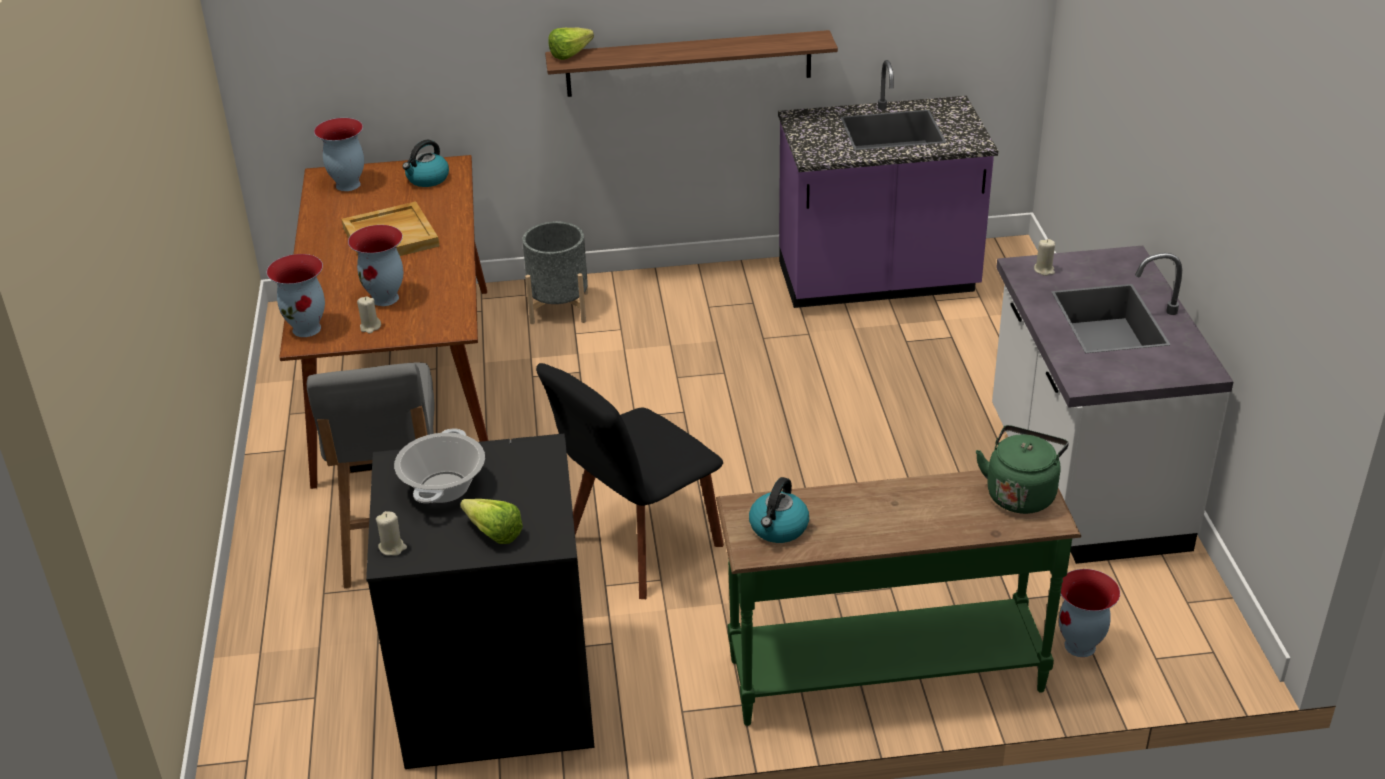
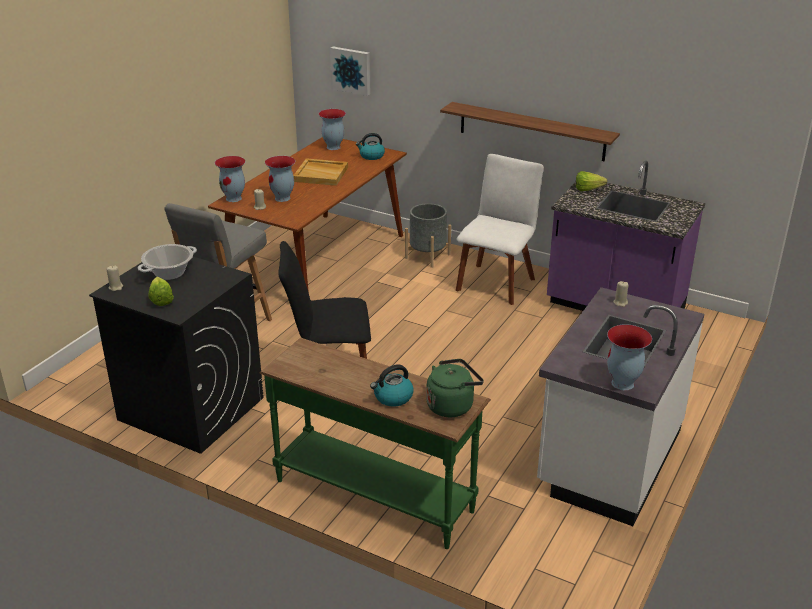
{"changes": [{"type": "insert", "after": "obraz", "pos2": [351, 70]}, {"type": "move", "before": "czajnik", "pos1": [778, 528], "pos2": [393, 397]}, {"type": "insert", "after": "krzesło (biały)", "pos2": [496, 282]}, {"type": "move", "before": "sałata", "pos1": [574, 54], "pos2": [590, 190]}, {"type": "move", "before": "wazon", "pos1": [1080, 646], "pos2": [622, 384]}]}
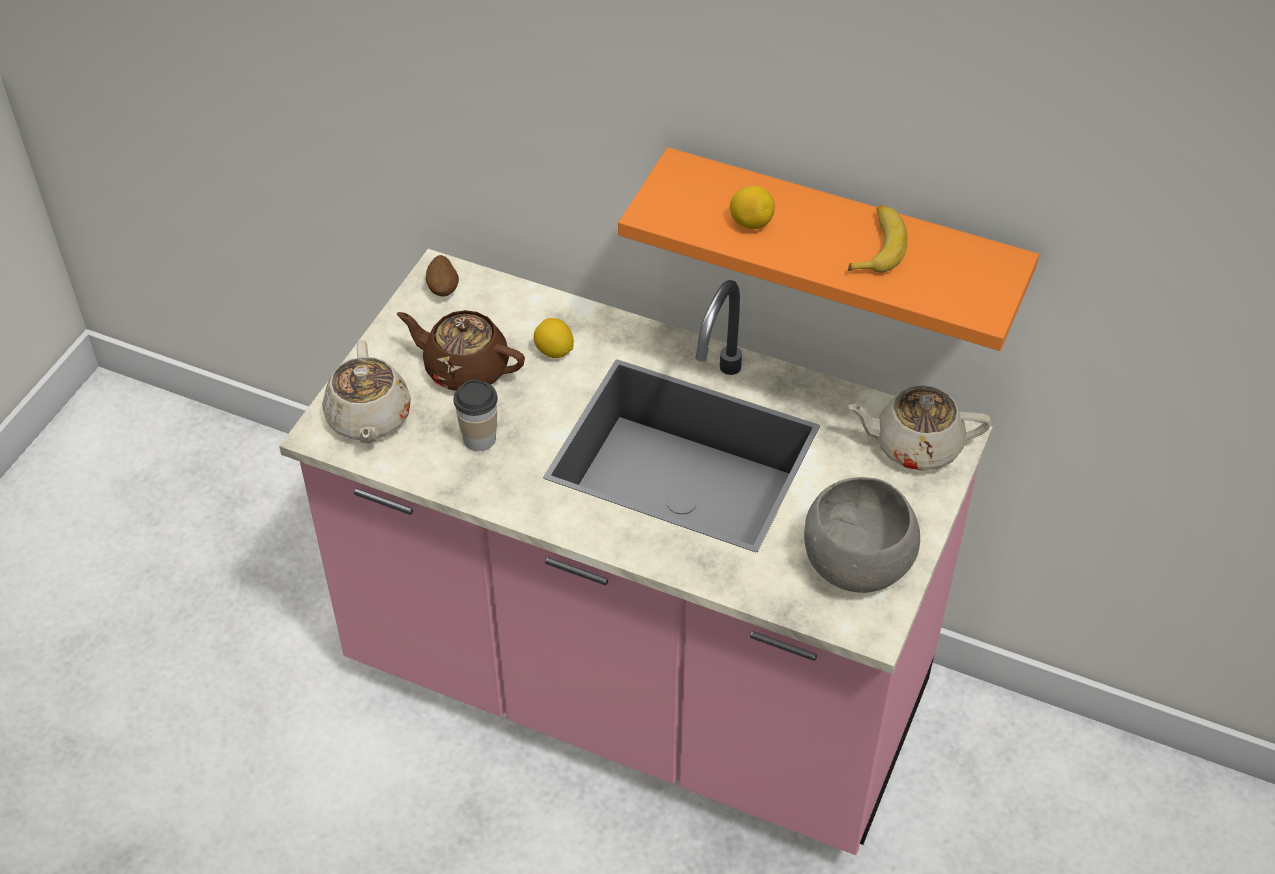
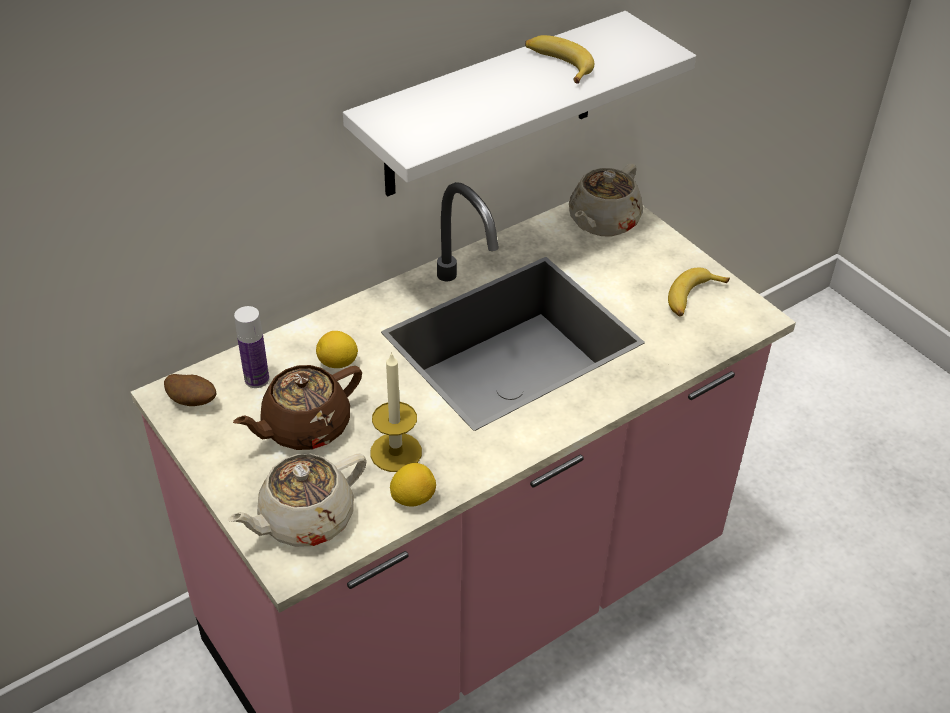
{"changes": [{"type": "rotate", "before": "imbryk (beżowy)", "pos1": [369, 419], "pos2": [304, 519], "turn": 120}, {"type": "insert", "after": "butelka", "pos2": [257, 379]}, {"type": "recolor", "before": "półka (pomarańczowy)", "after": "półka (biały)", "pos1": [842, 245], "pos2": [491, 106]}, {"type": "replace", "before": "filiżanka", "after": "świeca", "pos1": [479, 438], "pos2": [396, 452]}, {"type": "move", "before": "cytryna", "pos1": [751, 223], "pos2": [413, 498]}, {"type": "replace", "before": "miska (szary)", "after": "banan", "pos1": [855, 565], "pos2": [692, 299]}]}
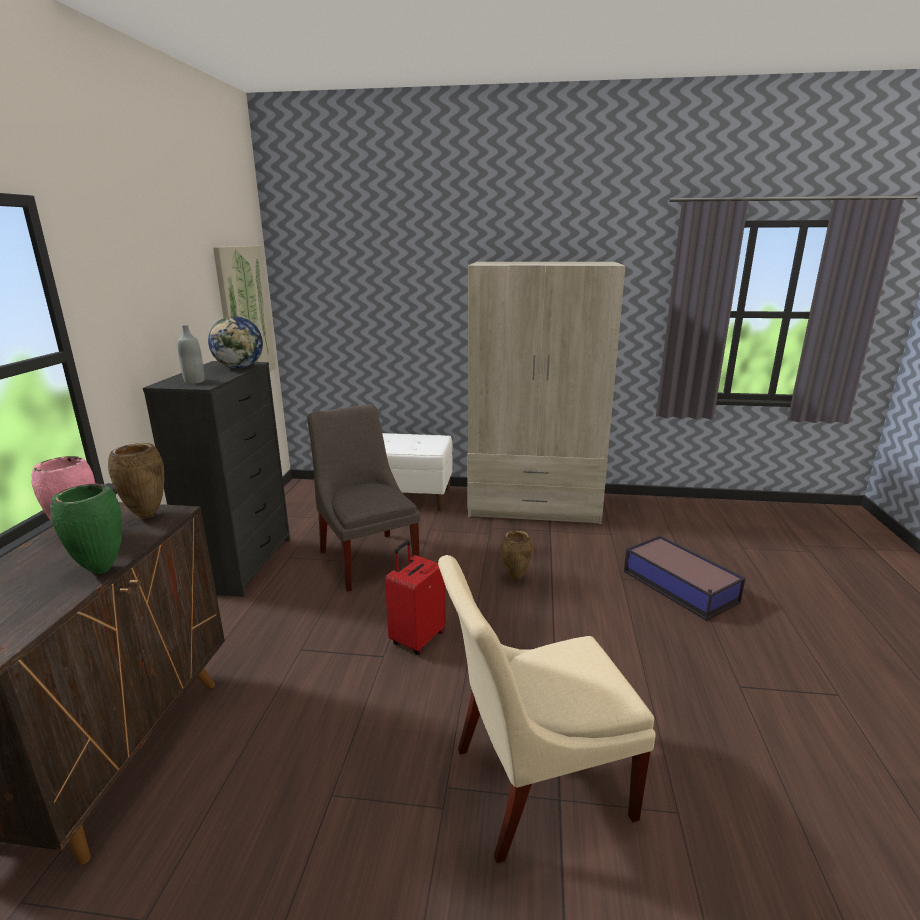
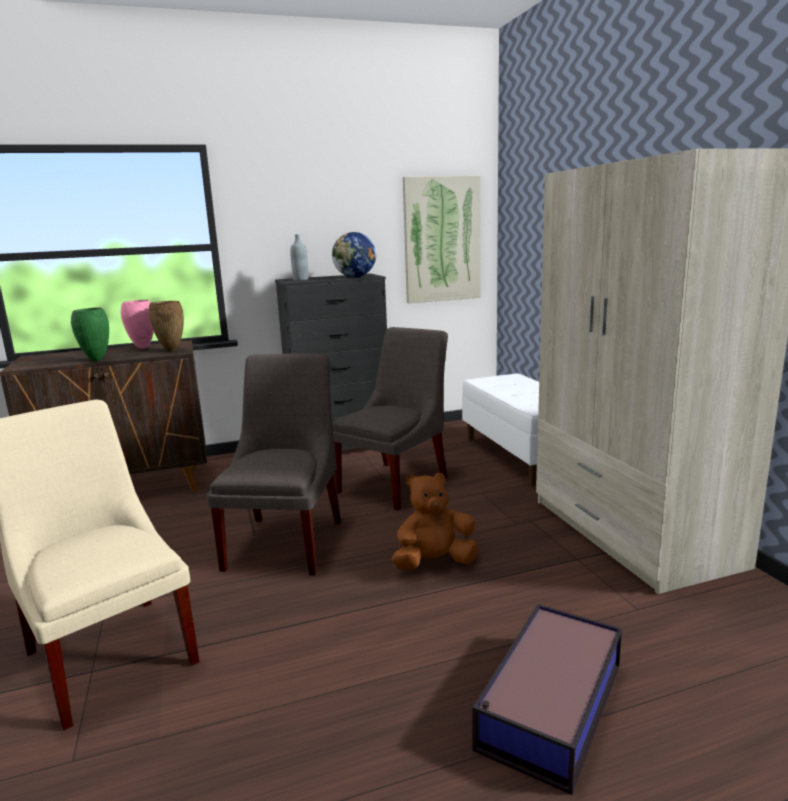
{"changes": [{"type": "replace", "before": "walizka (czerwony)", "after": "krzesło (szary)", "pos1": [417, 638], "pos2": [287, 541]}, {"type": "replace", "before": "wazon (brązowy)", "after": "pluszak (brązowy)", "pos1": [515, 578], "pos2": [434, 563]}]}
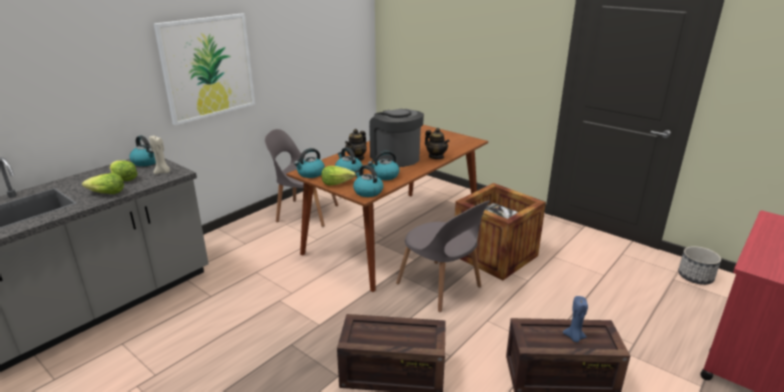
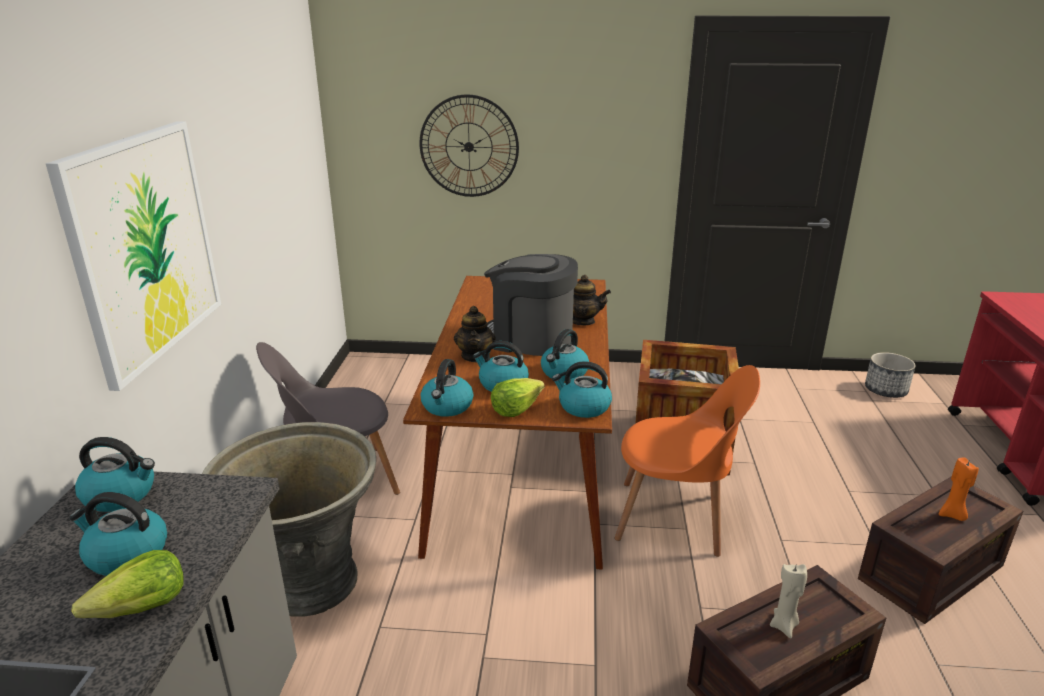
{"changes": [{"type": "replace", "before": "sałata", "after": "czajnik", "pos1": [123, 178], "pos2": [126, 555]}, {"type": "insert", "after": "donica (szary)", "pos2": [308, 584]}, {"type": "insert", "after": "zegar ścienny", "pos2": [469, 146]}, {"type": "recolor", "before": "krzesło (szary)", "after": "krzesło (pomarańczowy)", "pos1": [441, 287], "pos2": [675, 518]}, {"type": "move", "before": "świeca (beżowy)", "pos1": [163, 172], "pos2": [784, 625]}, {"type": "recolor", "before": "świeca (niebieski)", "after": "świeca (pomarańczowy)", "pos1": [574, 337], "pos2": [952, 515]}]}
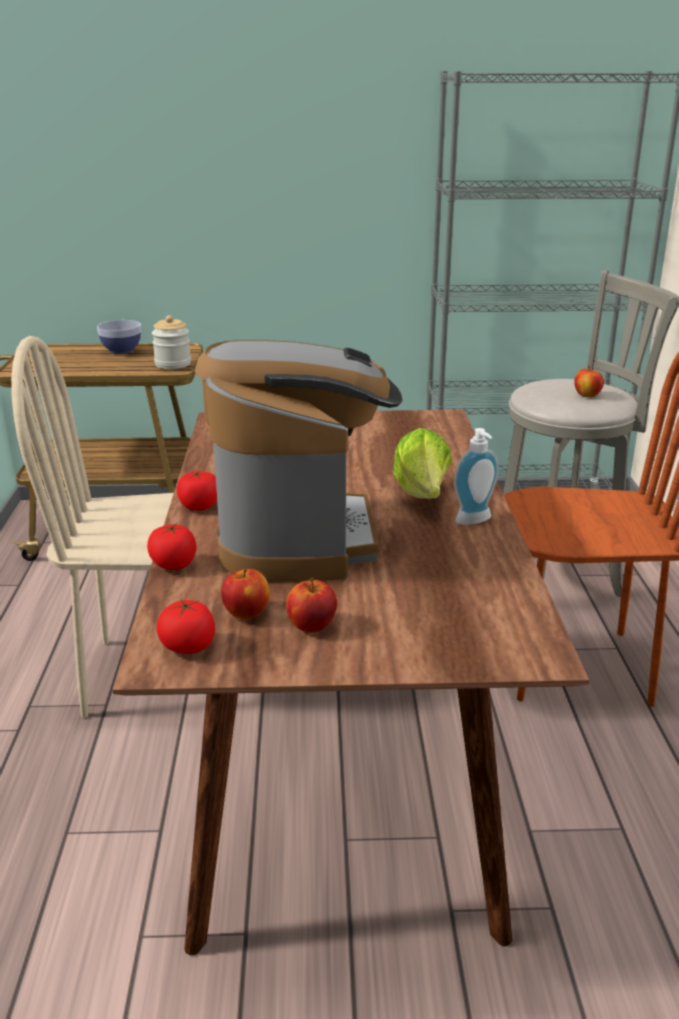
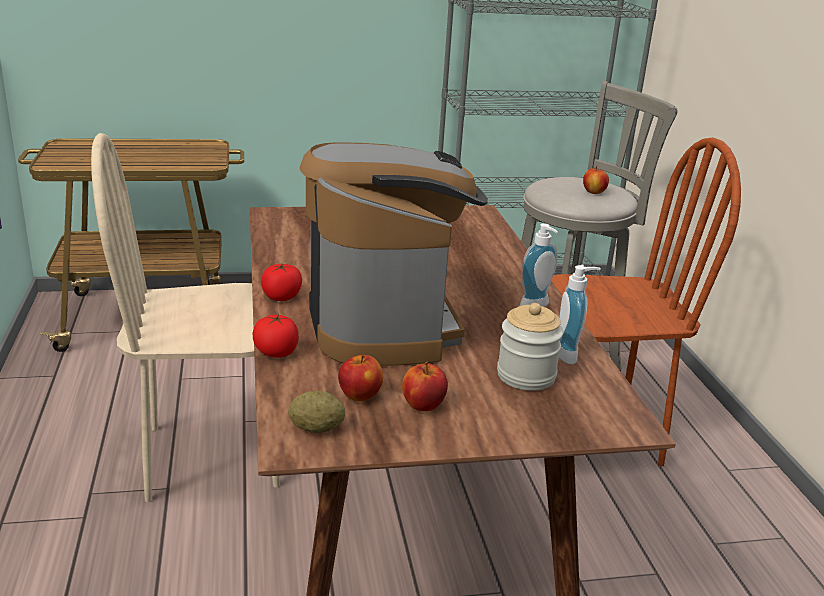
{"changes": [{"type": "replace", "before": "pomidor", "after": "ziemniak", "pos1": [188, 647], "pos2": [316, 428]}, {"type": "move", "before": "słoik", "pos1": [173, 364], "pos2": [526, 376]}, {"type": "insert", "after": "dozownik mydła", "pos2": [571, 354]}, {"type": "delete", "before": "miska", "pos1": [121, 350]}, {"type": "delete", "before": "sałata", "pos1": [422, 495]}]}
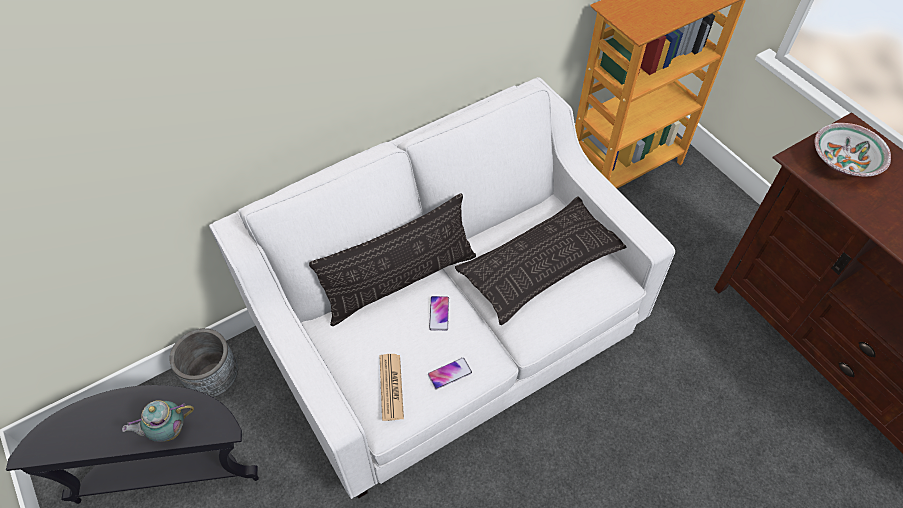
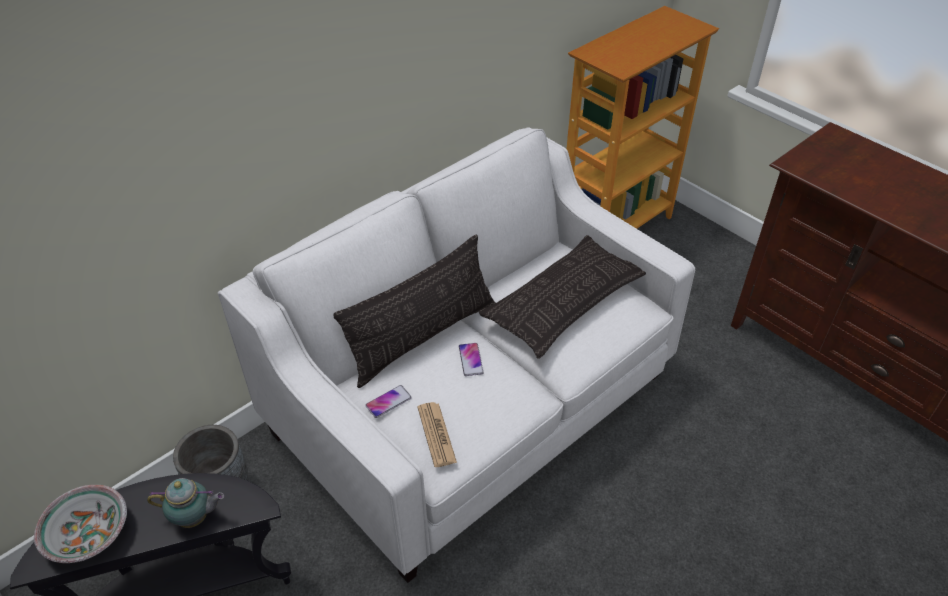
{"changes": [{"type": "move", "before": "miska", "pos1": [842, 162], "pos2": [88, 535]}, {"type": "rotate", "before": "imbryk", "pos1": [168, 430], "pos2": [195, 518], "turn": -150}, {"type": "move", "before": "telefon", "pos1": [449, 373], "pos2": [388, 402]}]}
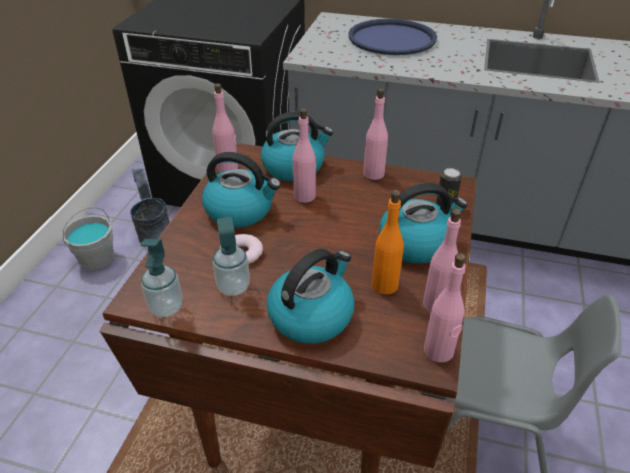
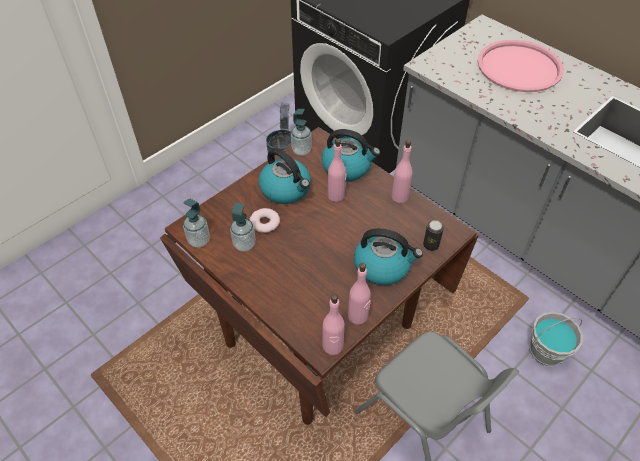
{"changes": [{"type": "replace", "before": "butelka (różowy)", "after": "dozownik mydła", "pos1": [228, 168], "pos2": [301, 150]}, {"type": "recolor", "before": "taca (niebieski)", "after": "taca (różowy)", "pos1": [392, 38], "pos2": [519, 67]}, {"type": "move", "before": "wiadro (szary)", "pos1": [97, 258], "pos2": [546, 351]}, {"type": "delete", "before": "czajnik", "pos1": [311, 315]}, {"type": "delete", "before": "butelka (pomarańczowy)", "pos1": [385, 285]}]}
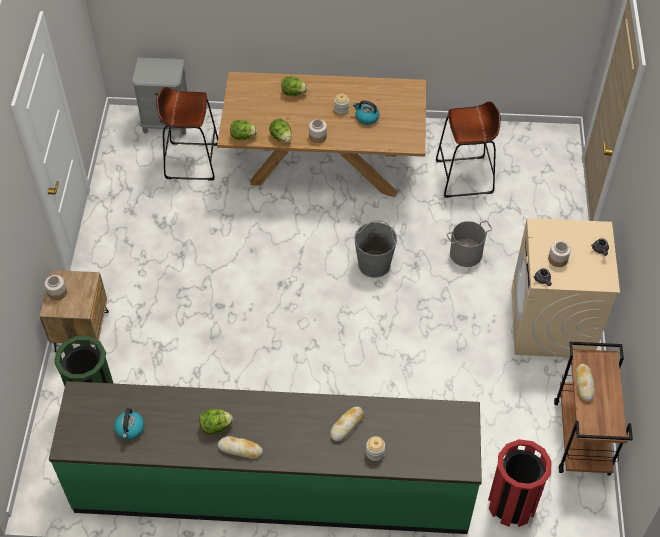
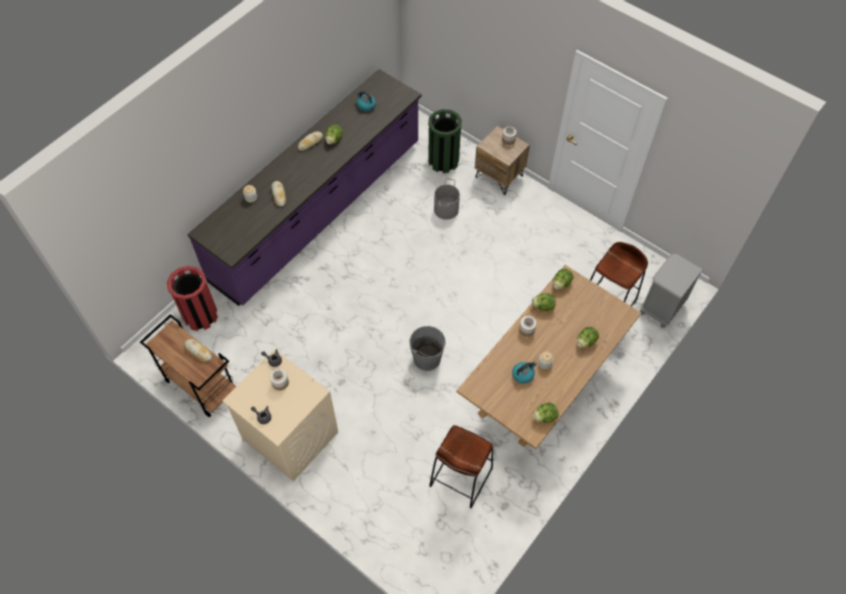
{"changes": [{"type": "recolor", "before": "zabudowa kuchenna (zielony)", "after": "zabudowa kuchenna (fioletowy)", "pos1": [273, 486], "pos2": [319, 211]}, {"type": "move", "before": "wiadro (szary)", "pos1": [465, 253], "pos2": [446, 209]}, {"type": "insert", "after": "sałata", "pos2": [545, 417]}]}
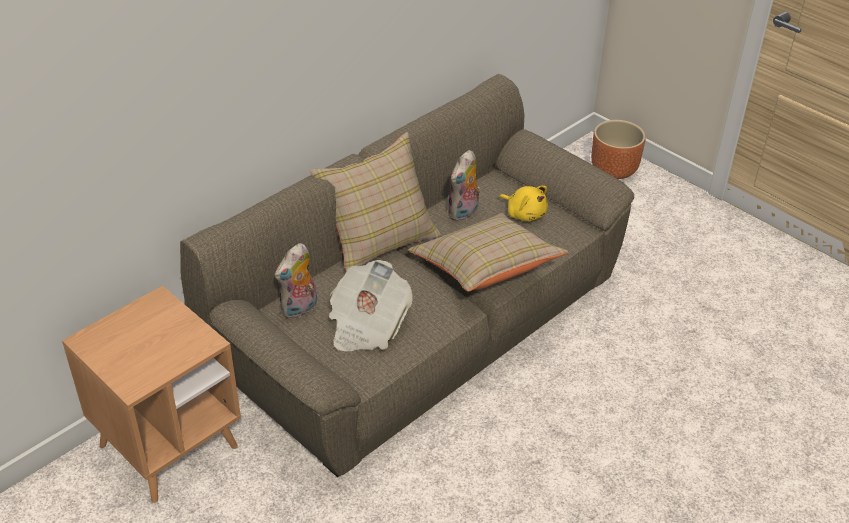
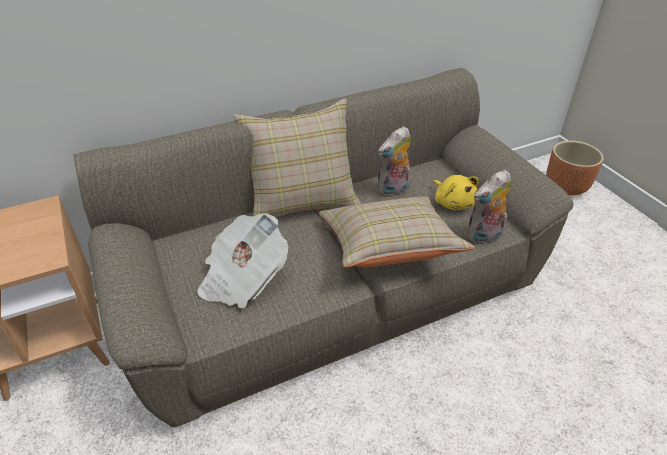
{"changes": [{"type": "move", "before": "pluszak", "pos1": [299, 309], "pos2": [484, 237]}]}
